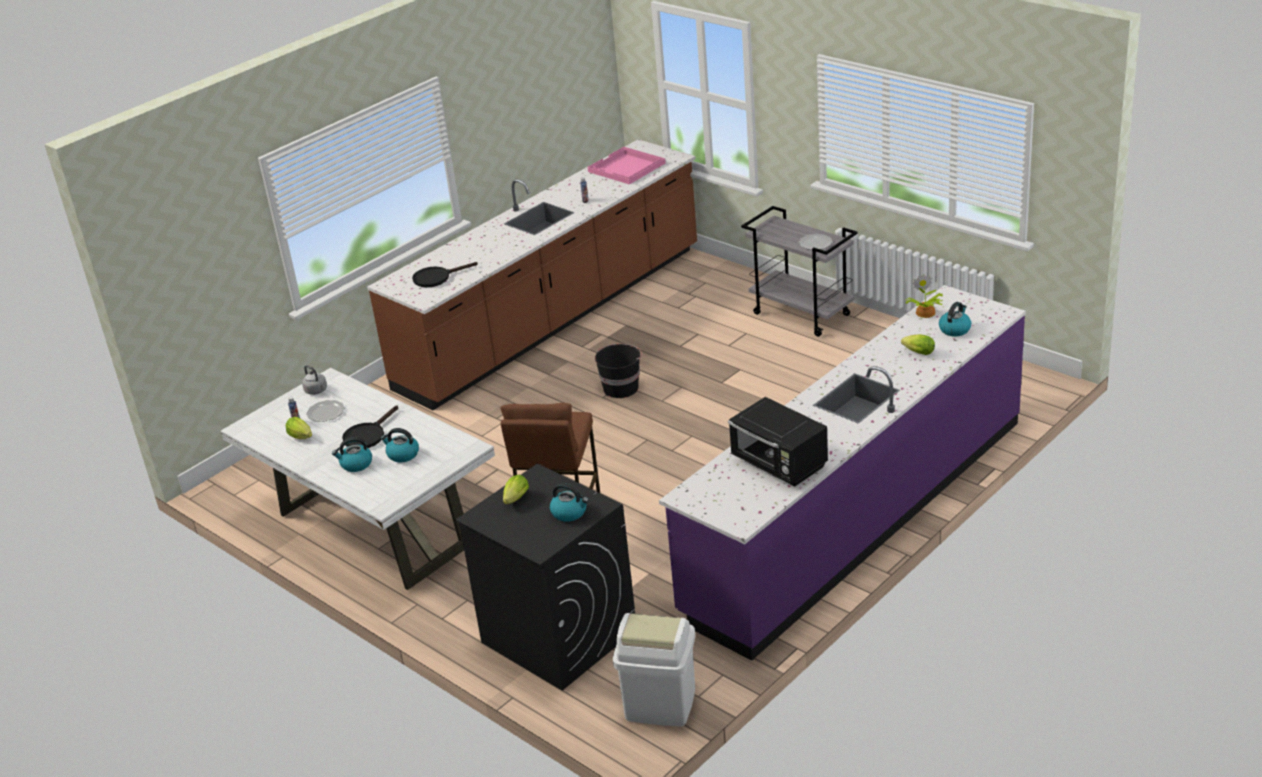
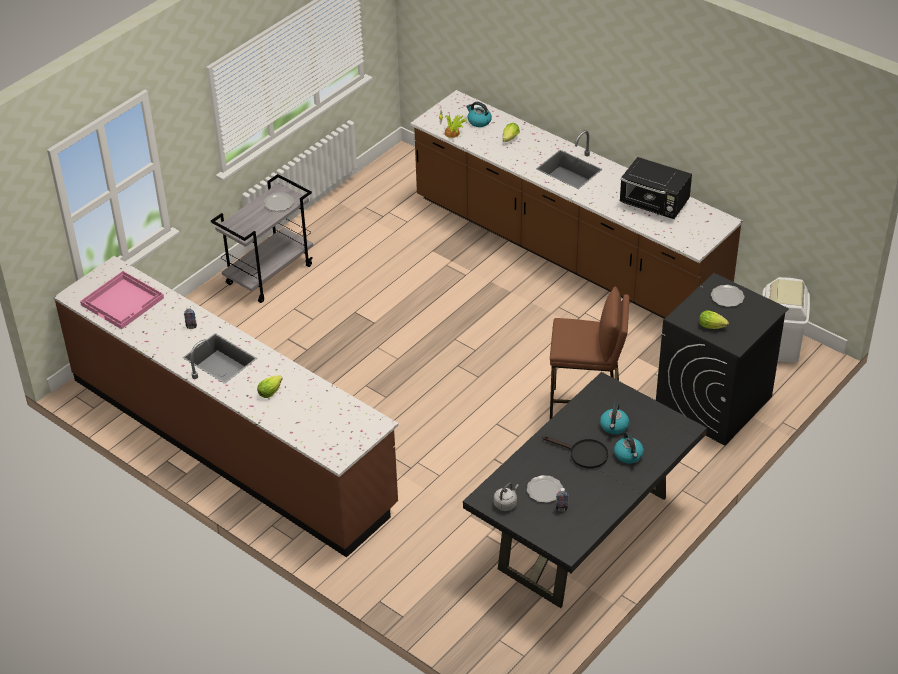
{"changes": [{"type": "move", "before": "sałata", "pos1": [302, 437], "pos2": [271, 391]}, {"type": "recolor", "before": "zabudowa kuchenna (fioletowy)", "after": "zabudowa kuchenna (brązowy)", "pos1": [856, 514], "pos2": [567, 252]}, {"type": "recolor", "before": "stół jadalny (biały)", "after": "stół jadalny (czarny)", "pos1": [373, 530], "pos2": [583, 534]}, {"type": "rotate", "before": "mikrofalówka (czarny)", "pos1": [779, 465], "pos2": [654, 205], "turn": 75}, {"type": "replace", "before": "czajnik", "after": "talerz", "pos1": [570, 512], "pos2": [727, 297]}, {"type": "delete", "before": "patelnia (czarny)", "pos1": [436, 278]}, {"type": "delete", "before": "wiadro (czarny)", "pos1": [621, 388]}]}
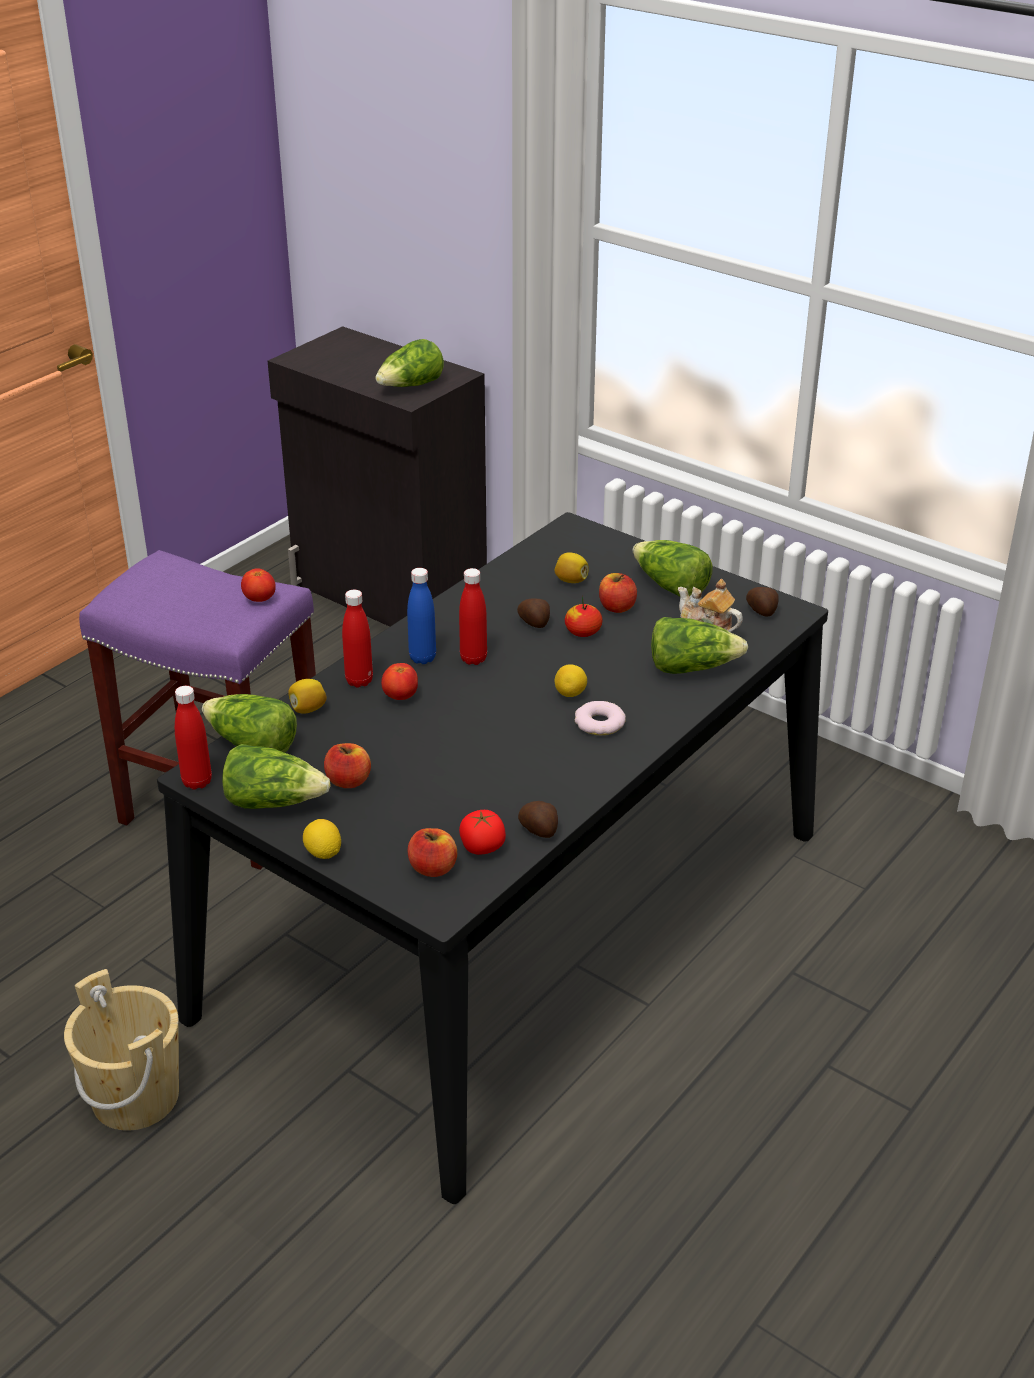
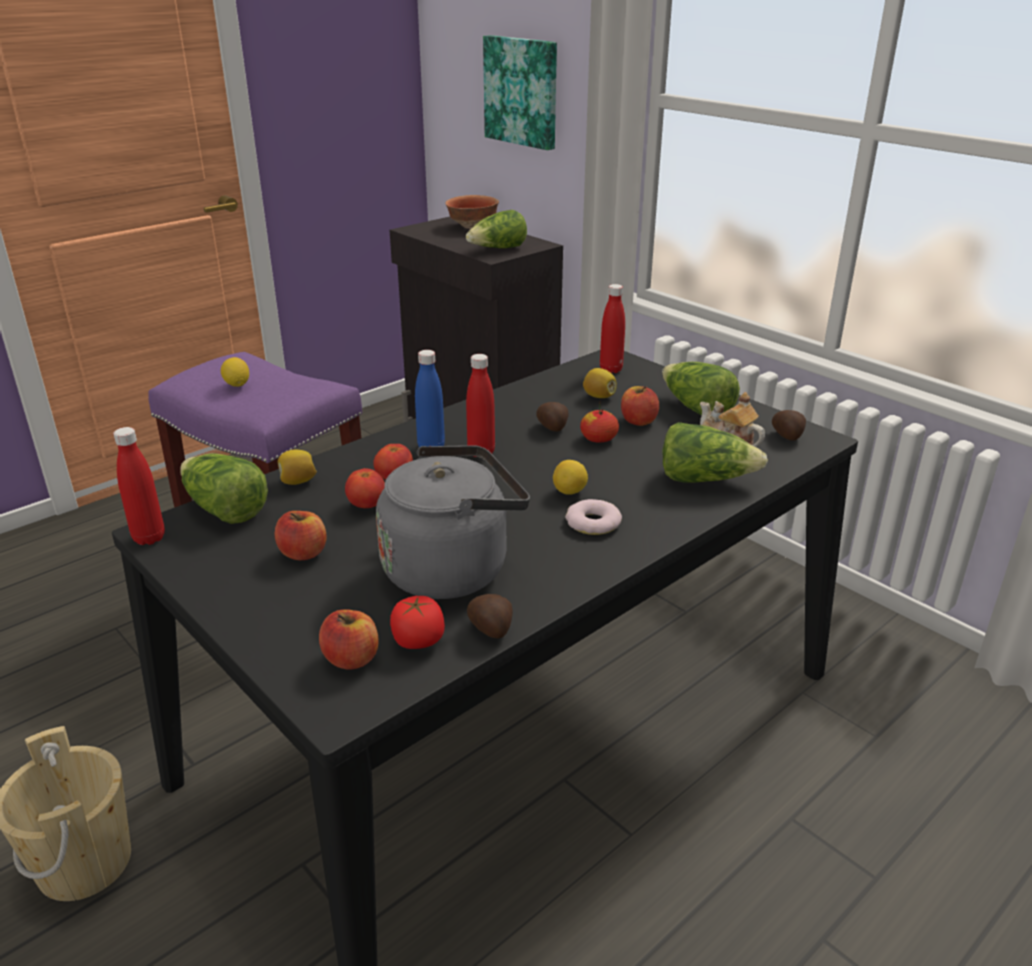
{"changes": [{"type": "move", "before": "cytryna", "pos1": [323, 853], "pos2": [237, 384]}, {"type": "move", "before": "pomidor", "pos1": [259, 599], "pos2": [367, 505]}, {"type": "insert", "after": "czajnik (szary)", "pos2": [452, 568]}, {"type": "insert", "after": "miska", "pos2": [472, 227]}, {"type": "insert", "after": "obraz", "pos2": [522, 91]}, {"type": "move", "before": "butelka (czerwony)", "pos1": [359, 681], "pos2": [611, 370]}, {"type": "delete", "before": "sałata", "pos1": [274, 801]}]}
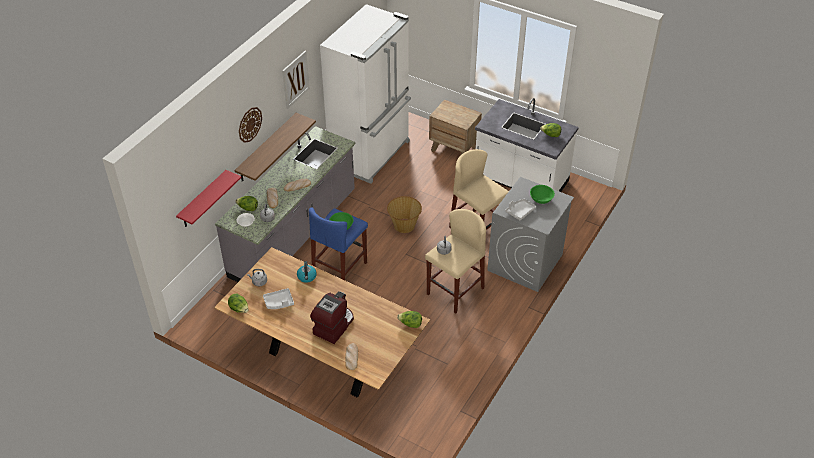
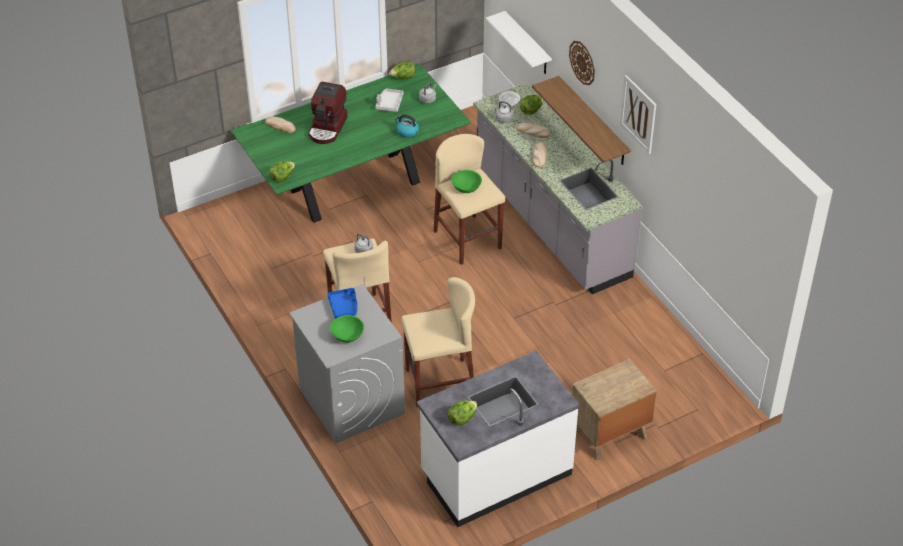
{"changes": [{"type": "recolor", "before": "stół jadalny (brązowy)", "after": "stół jadalny (zielony)", "pos1": [326, 358], "pos2": [354, 187]}, {"type": "rotate", "before": "ekspres do kawy", "pos1": [333, 326], "pos2": [328, 128], "turn": 45}, {"type": "recolor", "before": "taca (szary)", "after": "taca (niebieski)", "pos1": [520, 211], "pos2": [344, 307]}, {"type": "recolor", "before": "stołek (niebieski)", "after": "stołek (beżowy)", "pos1": [340, 269], "pos2": [467, 240]}, {"type": "recolor", "before": "półka (czerwony)", "after": "półka (biały)", "pos1": [203, 200], "pos2": [527, 44]}, {"type": "delete", "before": "lodówka (biały)", "pos1": [371, 154]}, {"type": "delete", "before": "koszyk", "pos1": [404, 225]}]}
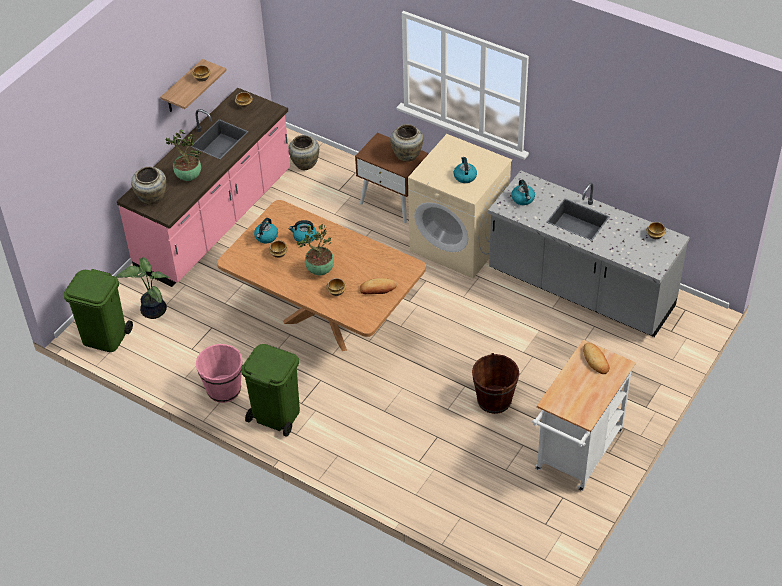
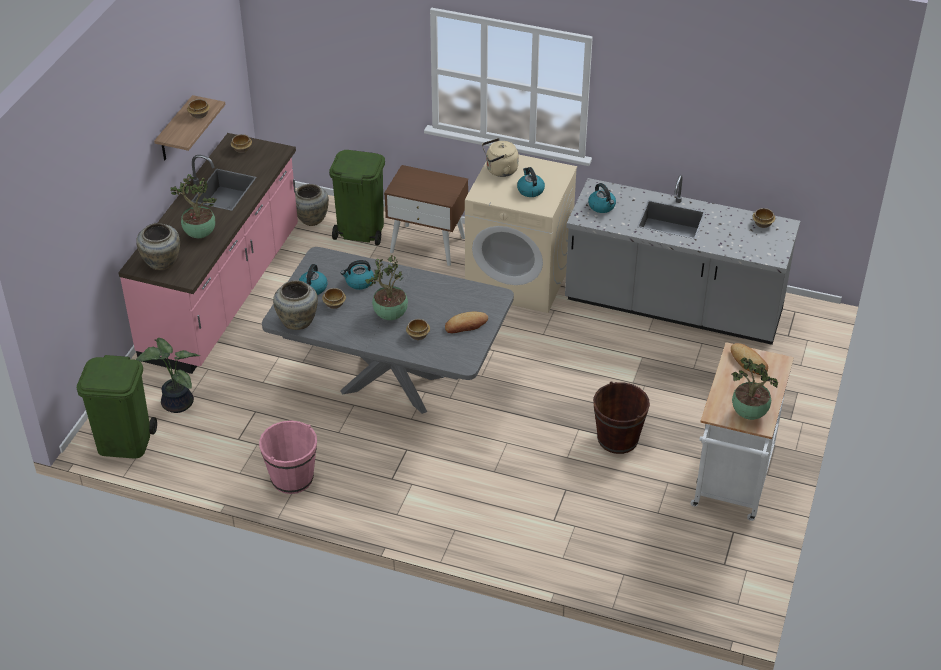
{"changes": [{"type": "recolor", "before": "stół jadalny (brązowy)", "after": "stół jadalny (szary)", "pos1": [326, 322], "pos2": [392, 384]}, {"type": "move", "before": "wazon (beżowy)", "pos1": [407, 155], "pos2": [298, 321]}, {"type": "move", "before": "kosz na śmieci (zielony)", "pos1": [276, 415], "pos2": [360, 231]}, {"type": "insert", "after": "czajnik (beżowy)", "pos2": [499, 170]}, {"type": "insert", "after": "roślina doniczkowa", "pos2": [750, 414]}]}
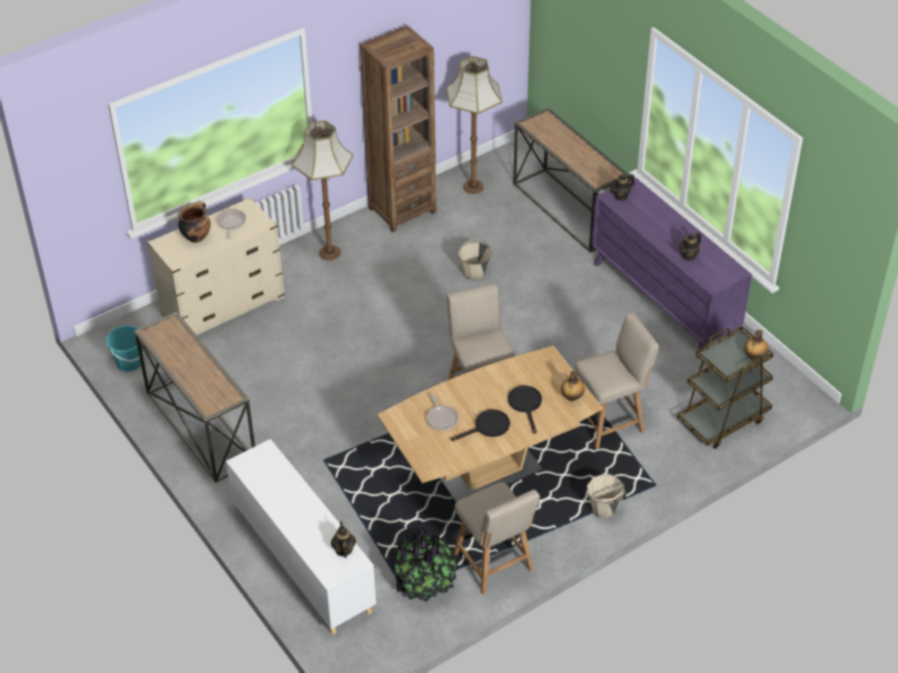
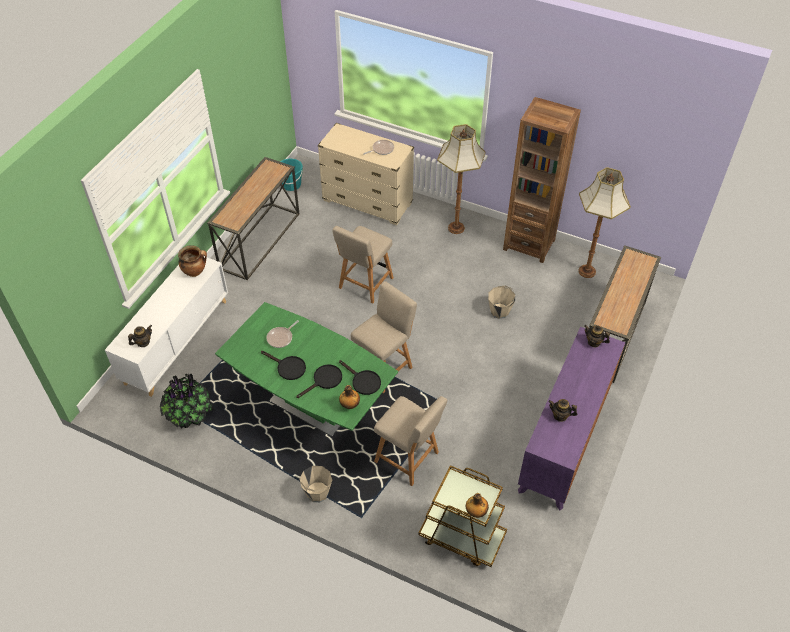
{"changes": [{"type": "move", "before": "garnek", "pos1": [196, 236], "pos2": [195, 272]}, {"type": "recolor", "before": "stół jadalny (brązowy)", "after": "stół jadalny (zielony)", "pos1": [489, 472], "pos2": [311, 405]}, {"type": "move", "before": "krzesło (beżowy)", "pos1": [495, 565], "pos2": [364, 284]}, {"type": "insert", "after": "patelnia (czarny)", "pos2": [363, 381]}]}
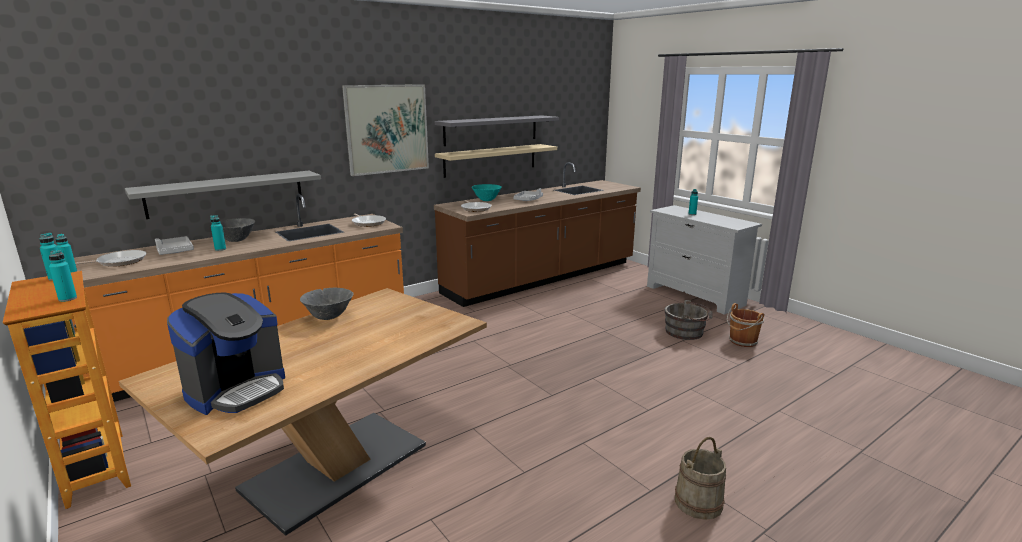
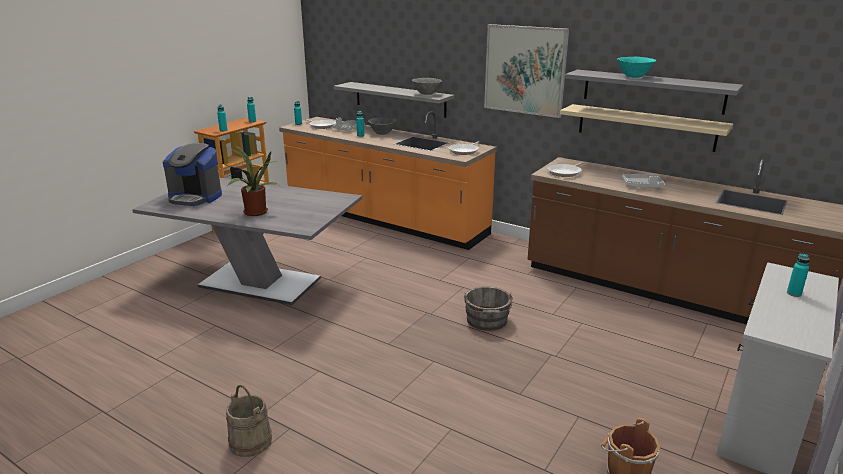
{"changes": [{"type": "recolor", "before": "stół jadalny (brązowy)", "after": "stół jadalny (szary)", "pos1": [336, 467], "pos2": [260, 282]}, {"type": "insert", "after": "roślina doniczkowa", "pos2": [254, 213]}, {"type": "move", "before": "miska (szary)", "pos1": [328, 317], "pos2": [426, 94]}, {"type": "move", "before": "wiadro (szary)", "pos1": [686, 332], "pos2": [487, 321]}, {"type": "move", "before": "miska (turkusowy)", "pos1": [487, 200], "pos2": [634, 77]}]}
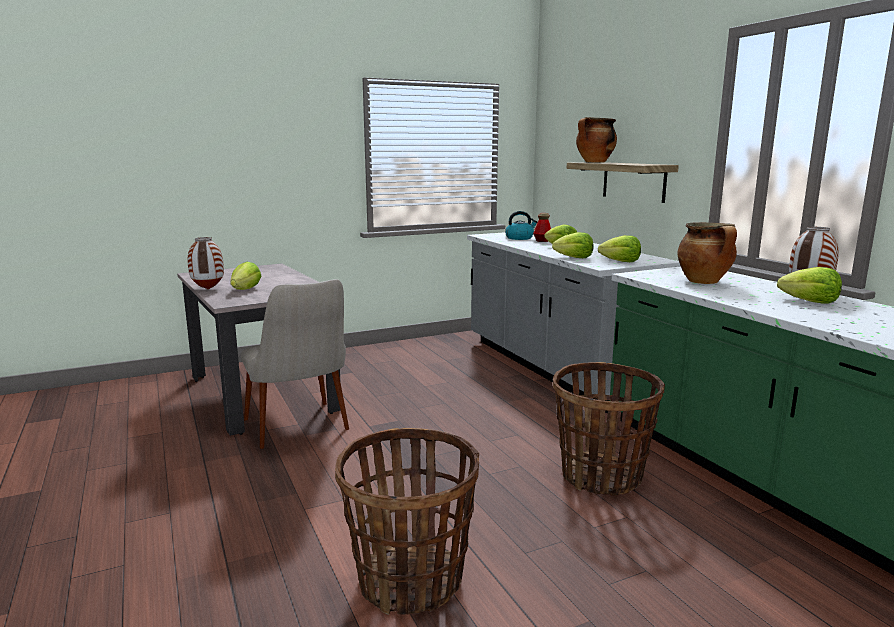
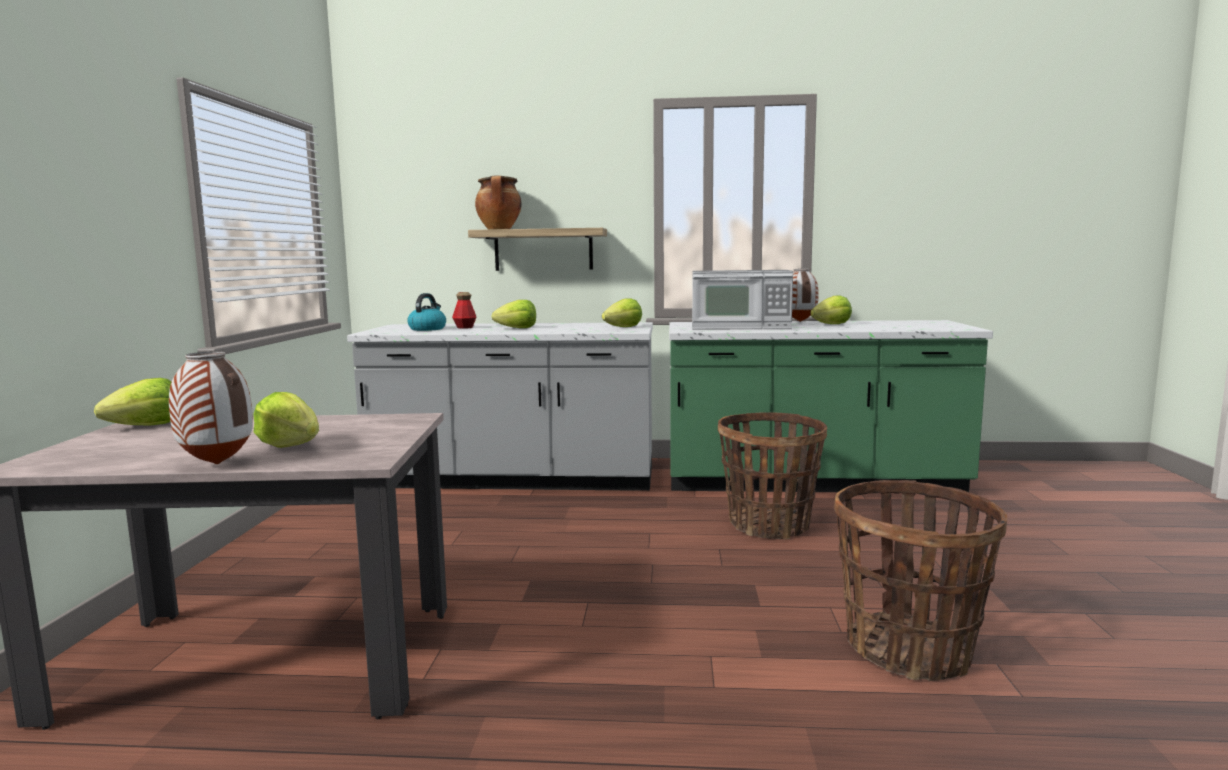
{"changes": [{"type": "move", "before": "sałata", "pos1": [574, 258], "pos2": [147, 426]}, {"type": "replace", "before": "garnek", "after": "mikrofalówka", "pos1": [705, 282], "pos2": [740, 326]}, {"type": "delete", "before": "krzesło (beżowy)", "pos1": [301, 431]}]}
